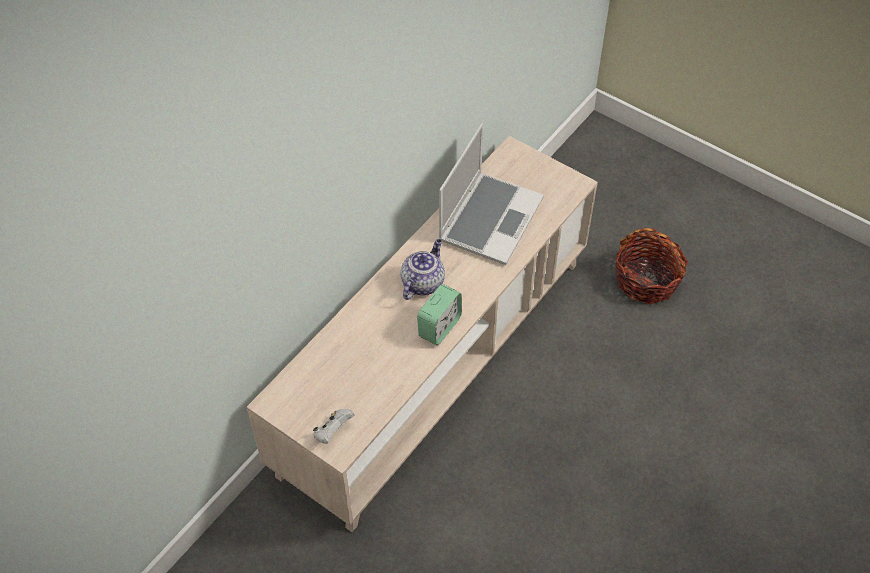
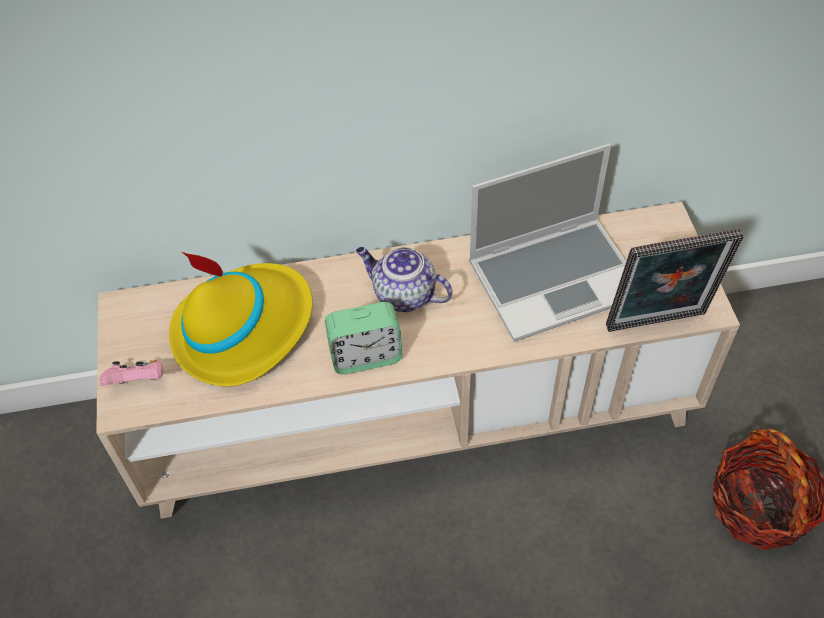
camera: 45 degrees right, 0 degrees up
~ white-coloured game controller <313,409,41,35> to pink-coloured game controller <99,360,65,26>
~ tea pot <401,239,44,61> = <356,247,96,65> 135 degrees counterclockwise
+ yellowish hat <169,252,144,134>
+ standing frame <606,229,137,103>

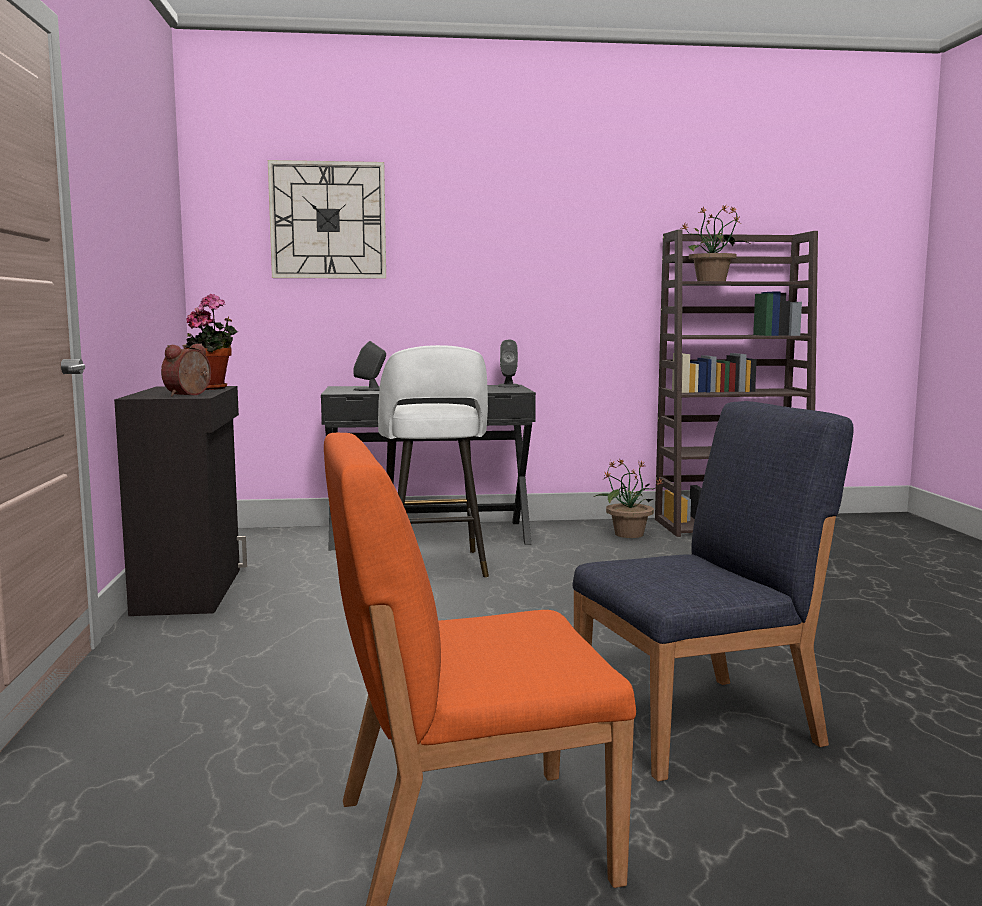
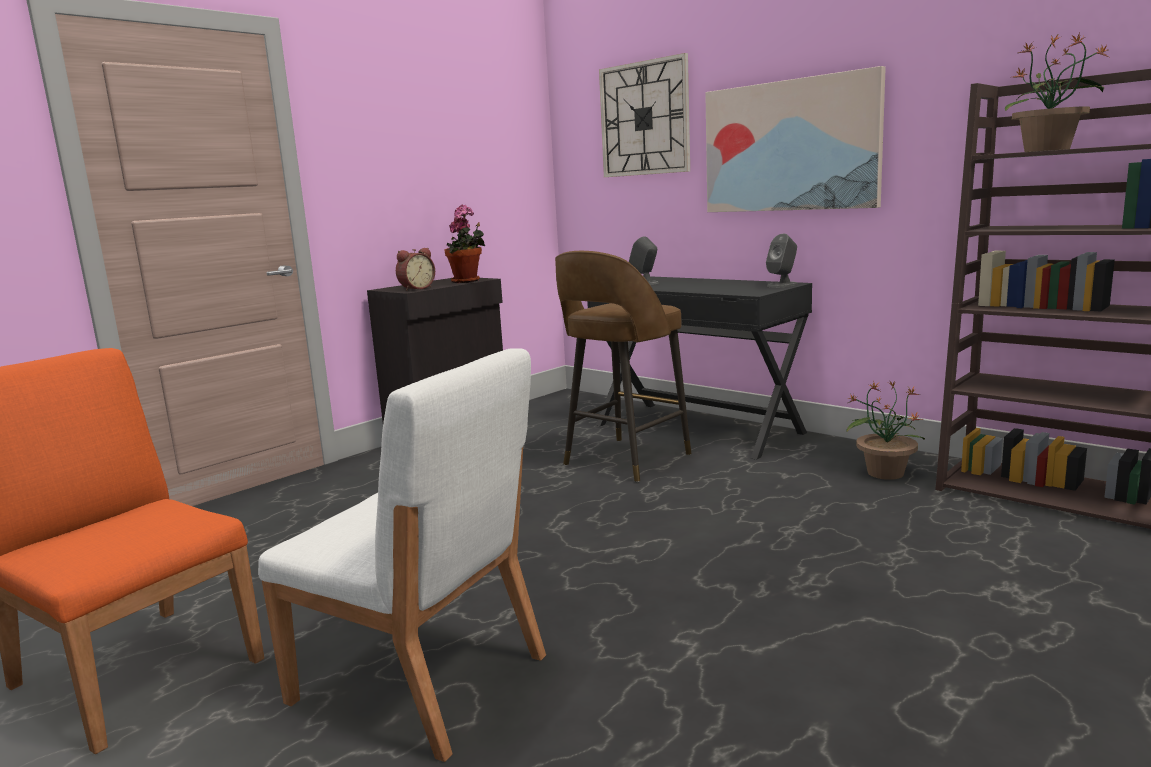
camera: 50 degrees right, 5 degrees up
~ bedside clock <161,344,50,52> = <396,248,39,43> 150 degrees clockwise
~ white-coloured stool seat <378,345,111,233> to brownish stool seat <555,251,136,231>
~ blue-coloured upright chair <573,401,281,381> to white-coloured upright chair <258,349,288,413>
+ picture <705,66,181,146>

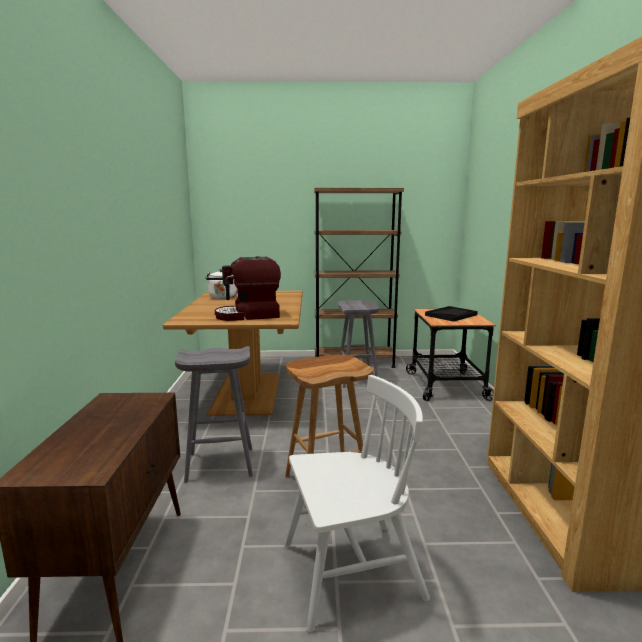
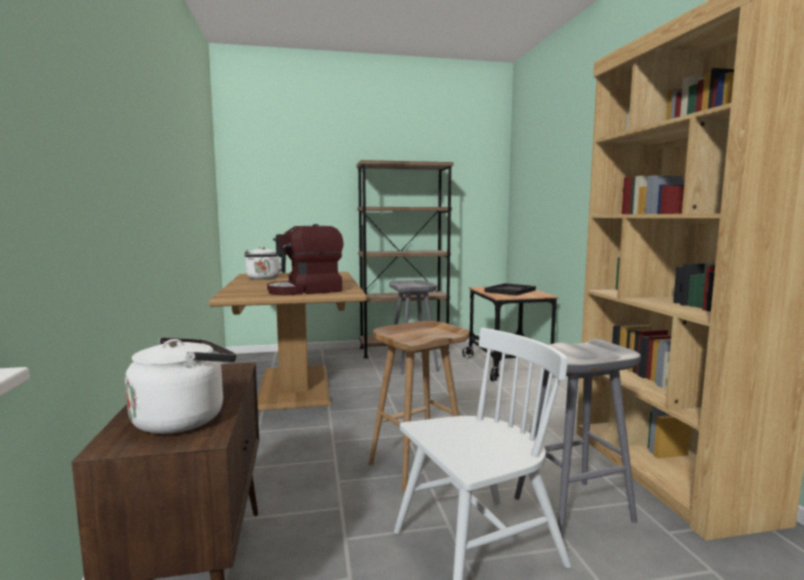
camera: 10 degrees left, 5 degrees down
~ gray stool seat <175,346,78,137> to <514,339,127,199>
+ white-coloured water kettle <125,337,111,97>

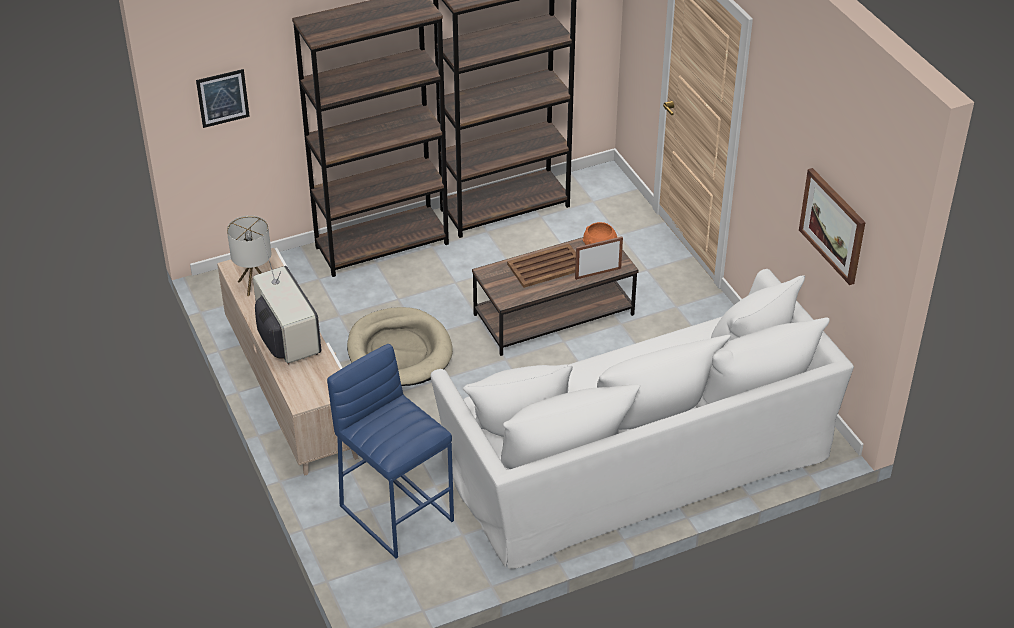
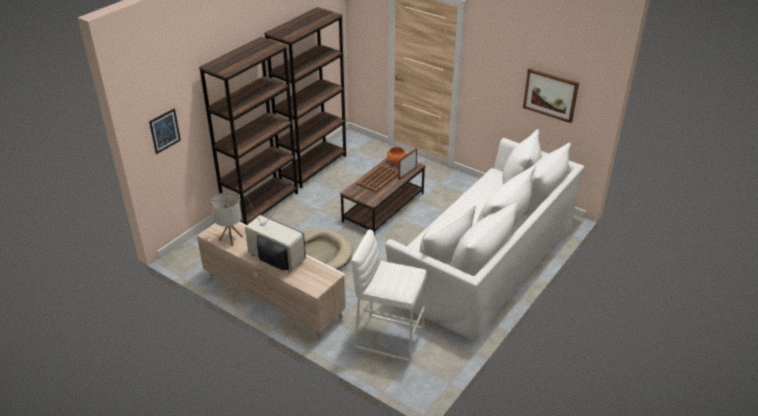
camera: 30 degrees left, 5 degrees down
~ blue-coloured stool seat <327,344,127,214> to white-coloured stool seat <351,229,76,133>

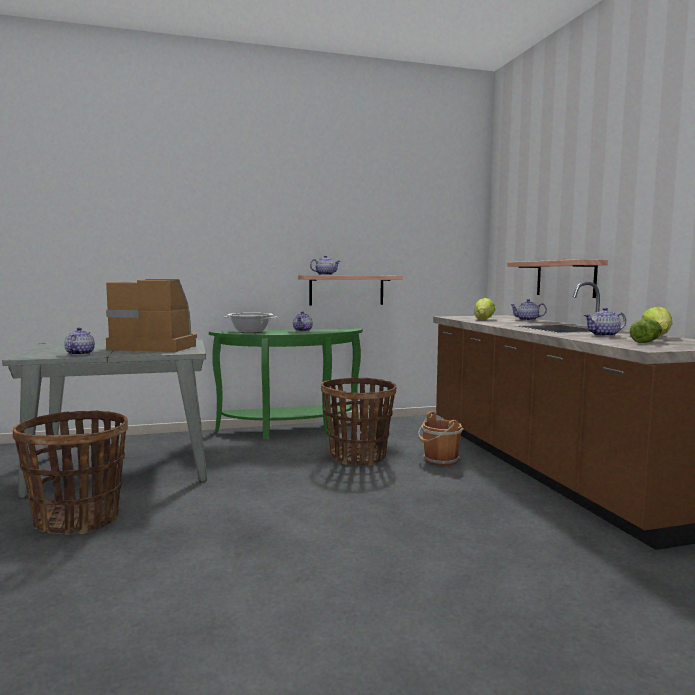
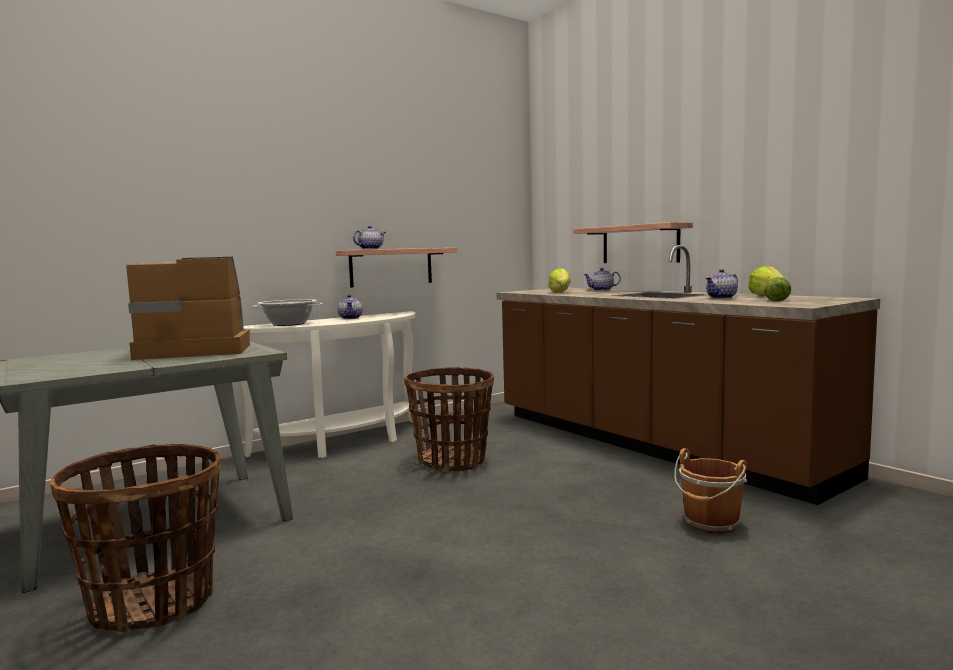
camera: 20 degrees left, 0 degrees up
- tea pot <64,327,31,28>
~ green hall table <209,328,154,112> to white-coloured hall table <239,311,177,147>
~ brownish pail <418,411,46,55> to <674,448,73,86>

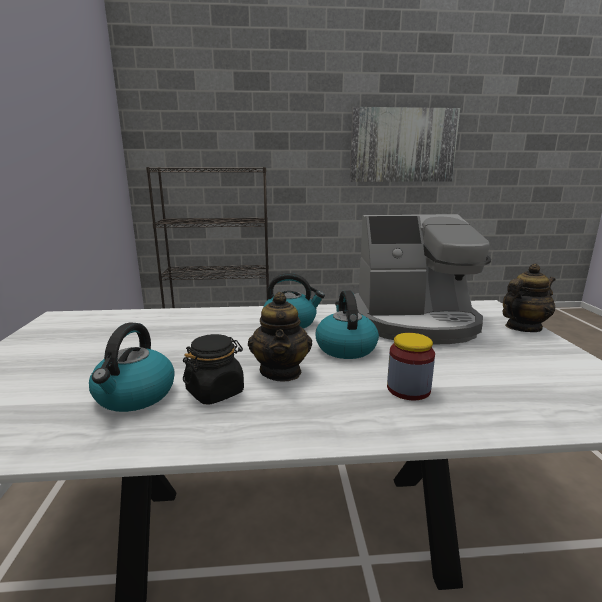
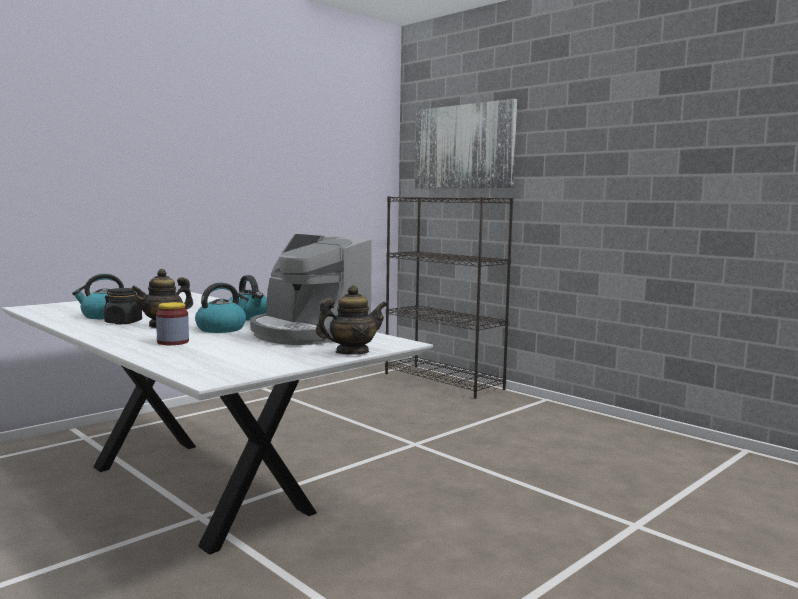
camera: 50 degrees right, 10 degrees down
~ picture <350,107,110,75> to <415,99,102,90>
~ tea pot <503,264,52,68> = <316,285,71,70> 45 degrees counterclockwise

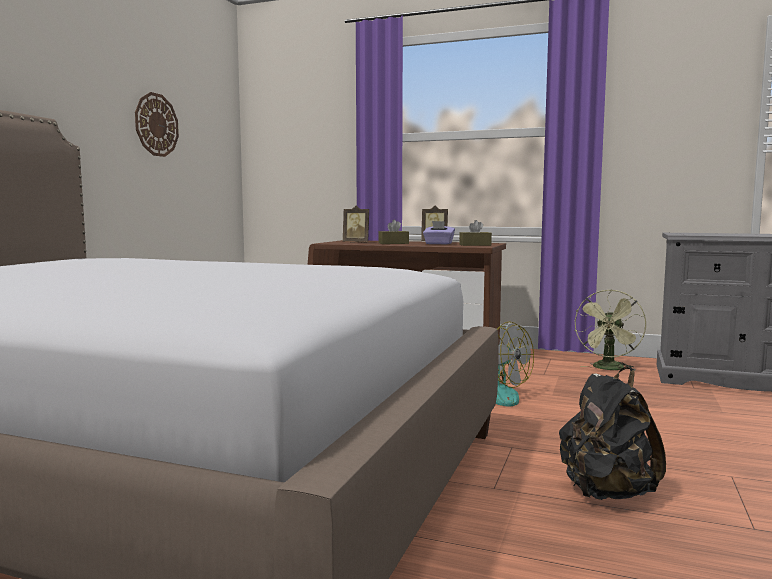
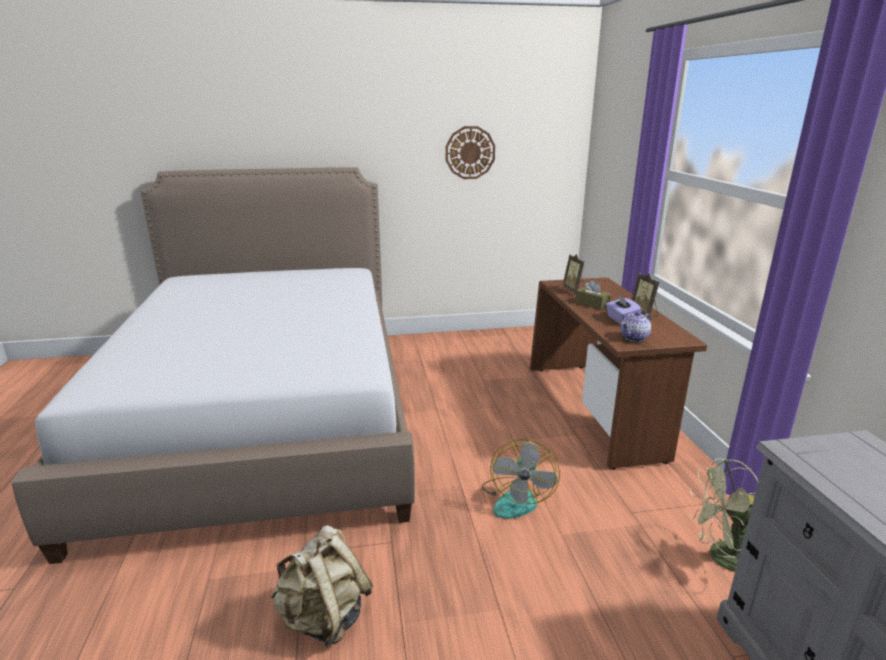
camera: 60 degrees right, 15 degrees up
~ brownish tissue holder <459,220,33,26> to tea pot <620,311,31,31>
~ black knapsack <559,367,107,133> to sand-coloured knapsack <270,525,103,123>

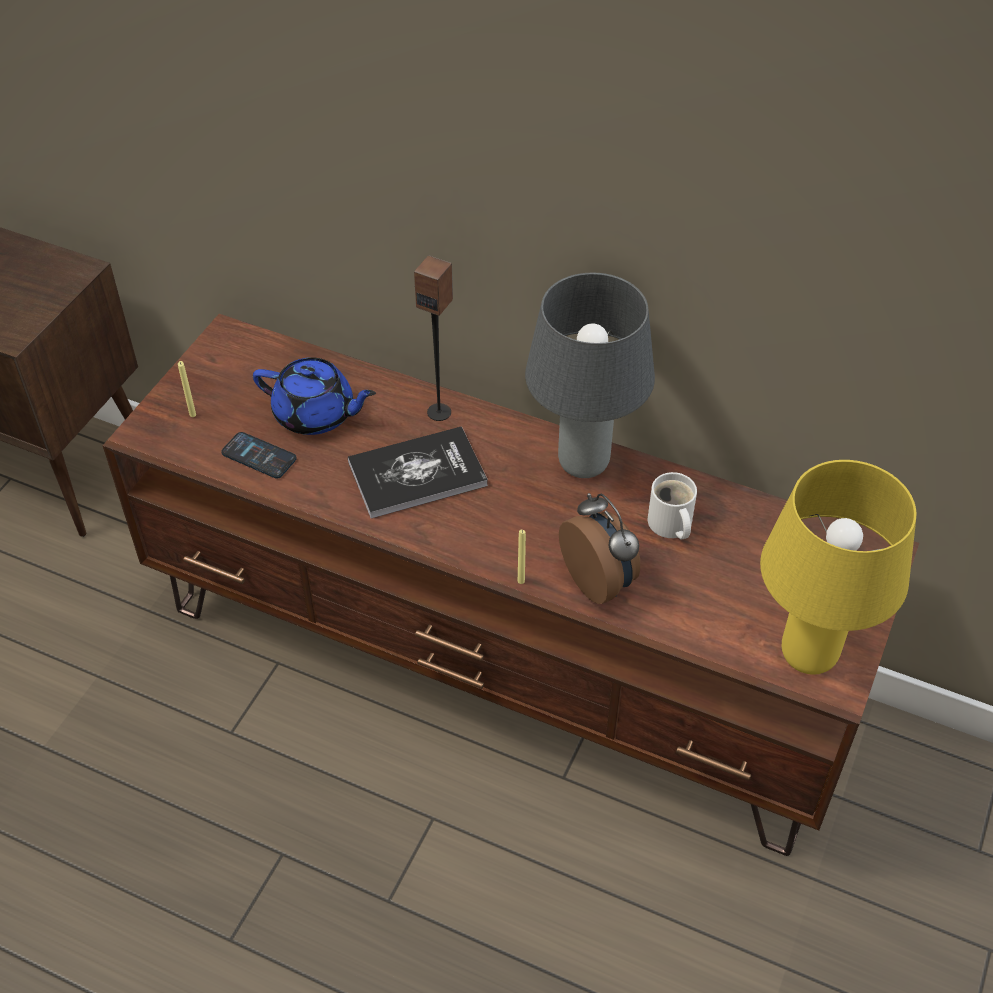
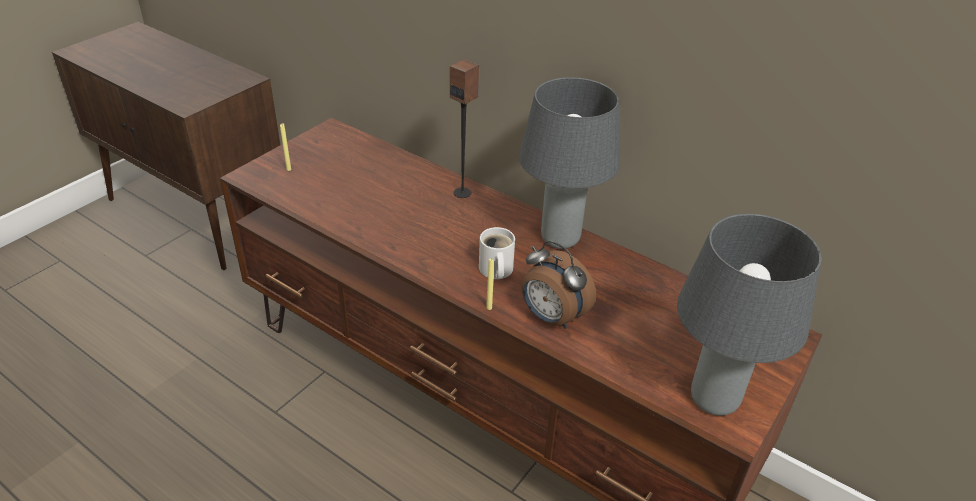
camera: 10 degrees right, 10 degrees down
- phone <221,432,76,47>
- blue-coloured tea pot <253,357,123,78>
- bound book <348,426,140,92>
~ bedside clock <559,493,81,111> = <521,241,75,88> 150 degrees clockwise
~ white-coloured tea mug <648,472,49,68> to <479,227,36,52>
~ yellowish table lamp <760,460,156,215> to gray table lamp <677,214,145,202>

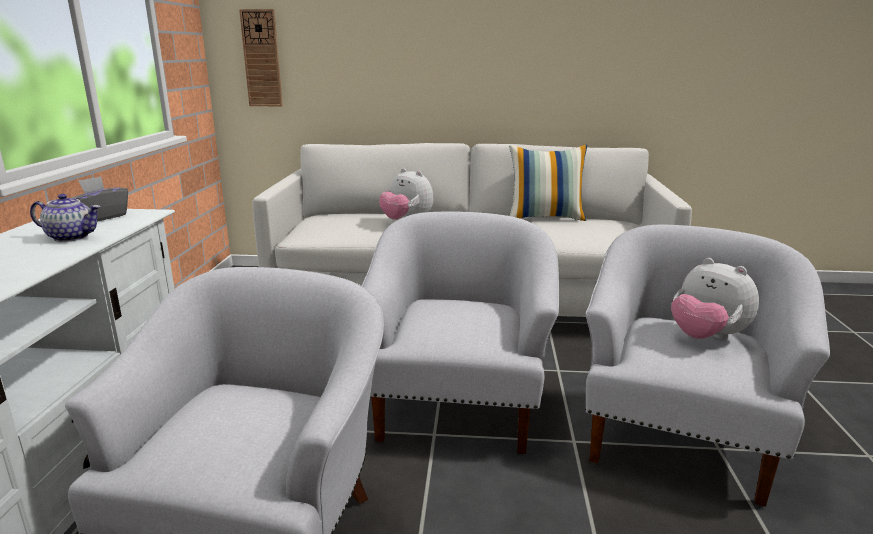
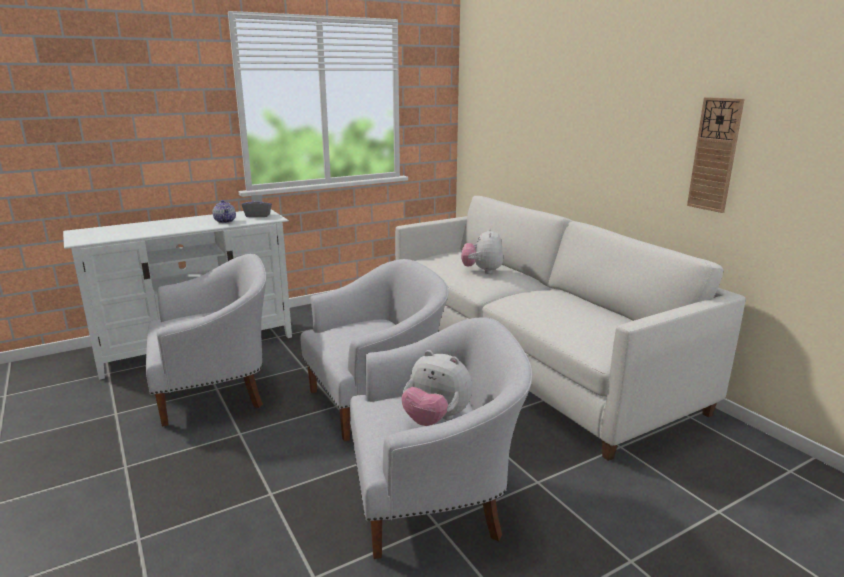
camera: 55 degrees right, 0 degrees up
~ wall clock <239,9,44,97> to <687,97,58,116>
- pillow <509,145,78,76>
~ soft toy <671,258,88,82> = <401,350,71,76> 75 degrees counterclockwise

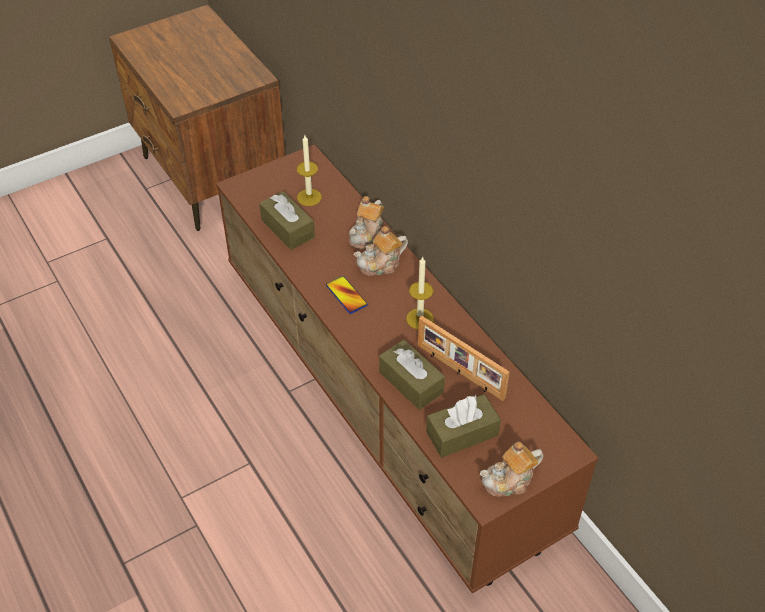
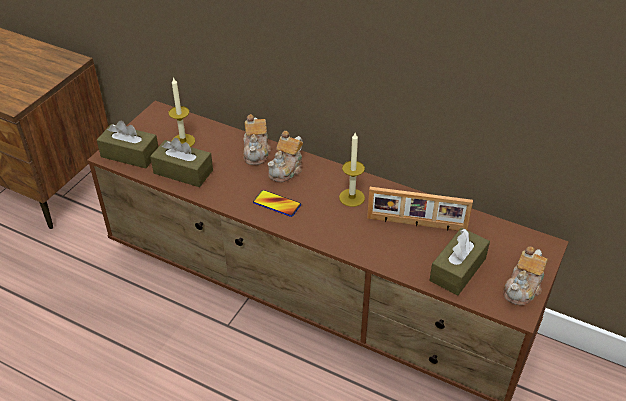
camera: 30 degrees left, 5 degrees down
~ brownish tissue holder <379,340,66,70> to <97,120,61,48>

